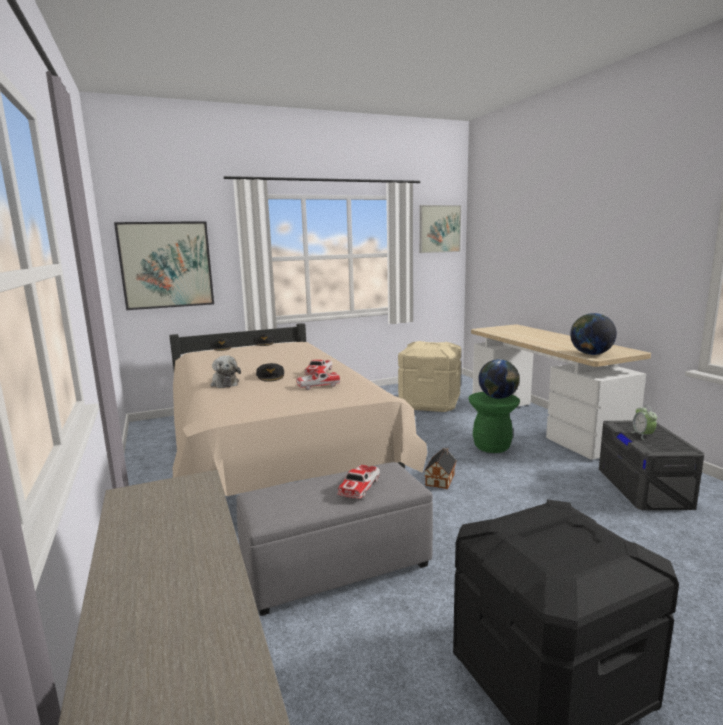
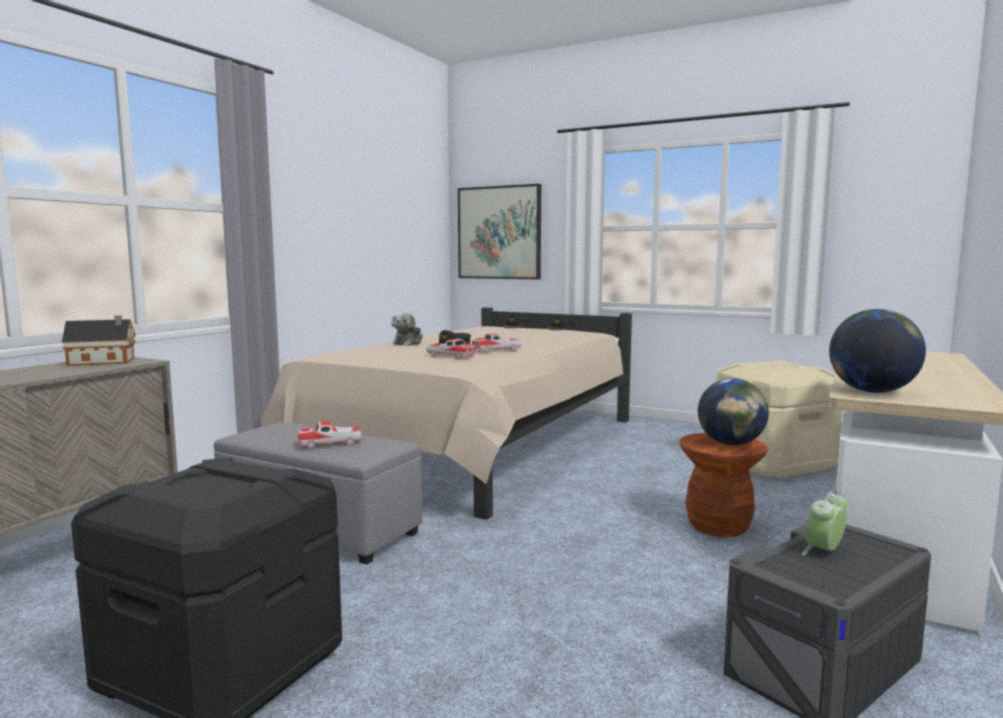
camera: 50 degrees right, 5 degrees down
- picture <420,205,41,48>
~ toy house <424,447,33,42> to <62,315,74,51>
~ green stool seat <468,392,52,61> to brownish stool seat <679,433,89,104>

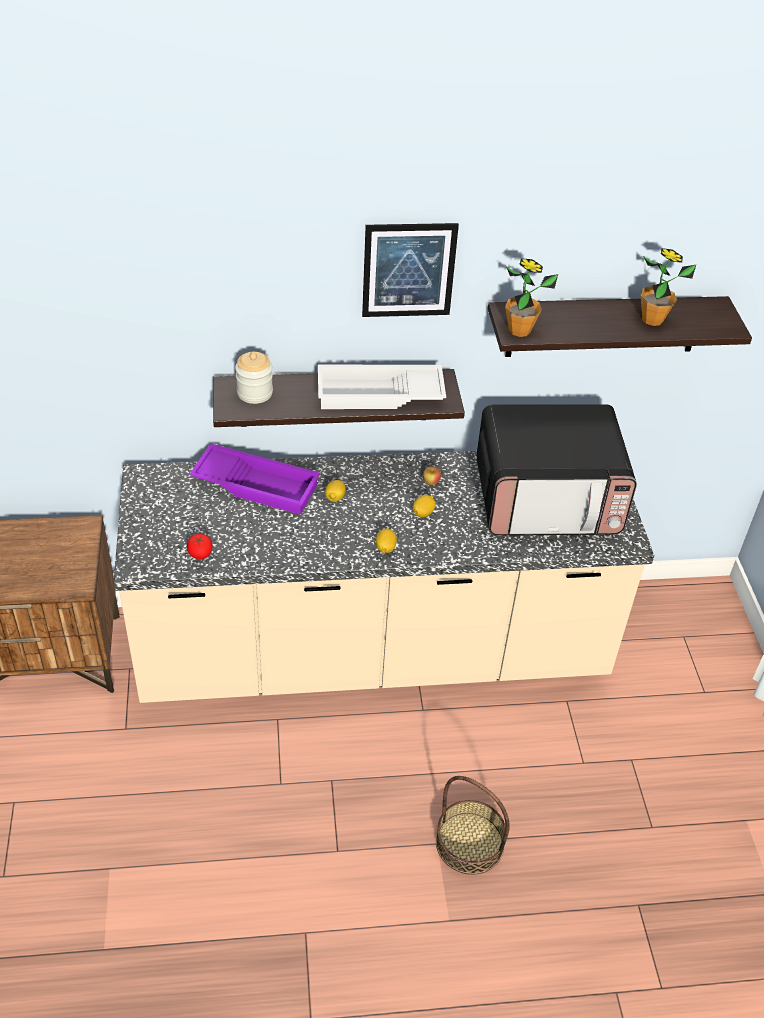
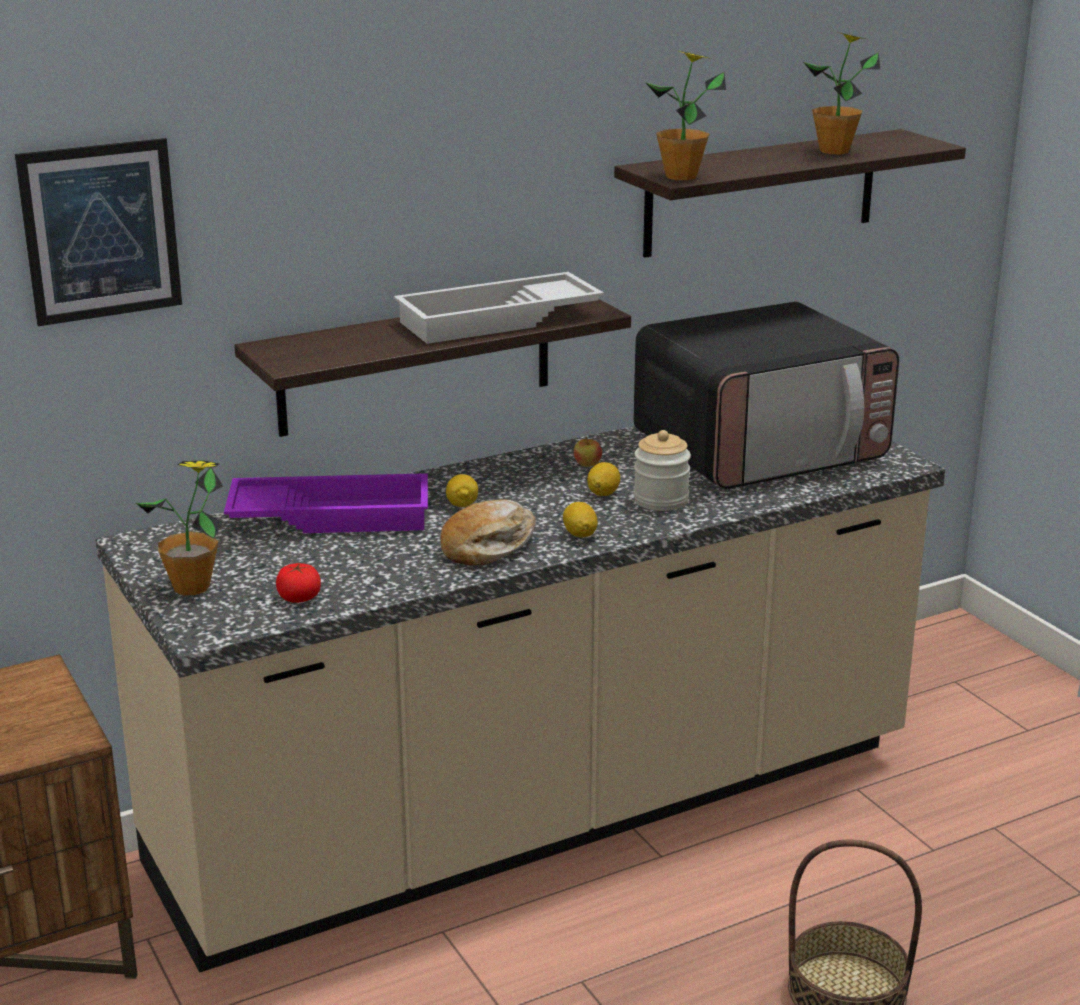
camera: 20 degrees left, 20 degrees down
~ preserve jar <235,352,38,52> to <633,430,58,81>
~ picture <362,223,97,94> to <15,138,167,188>
+ plant in a pot <136,461,87,134>
+ bread <440,499,96,66>

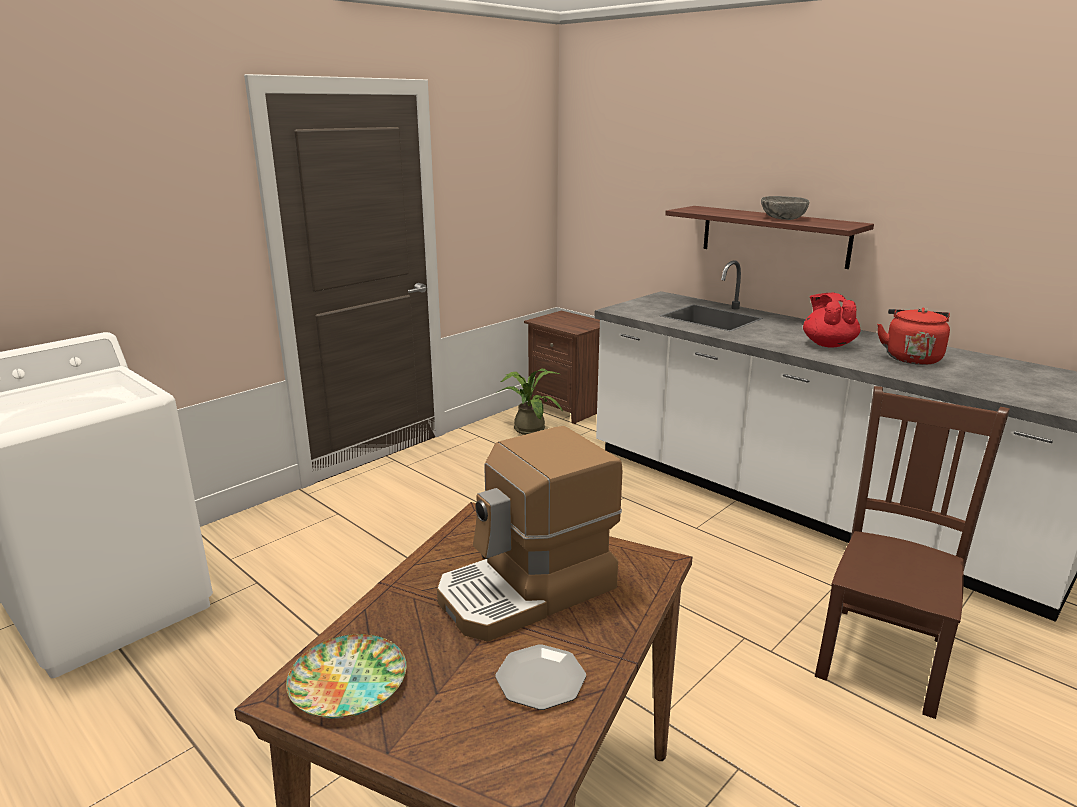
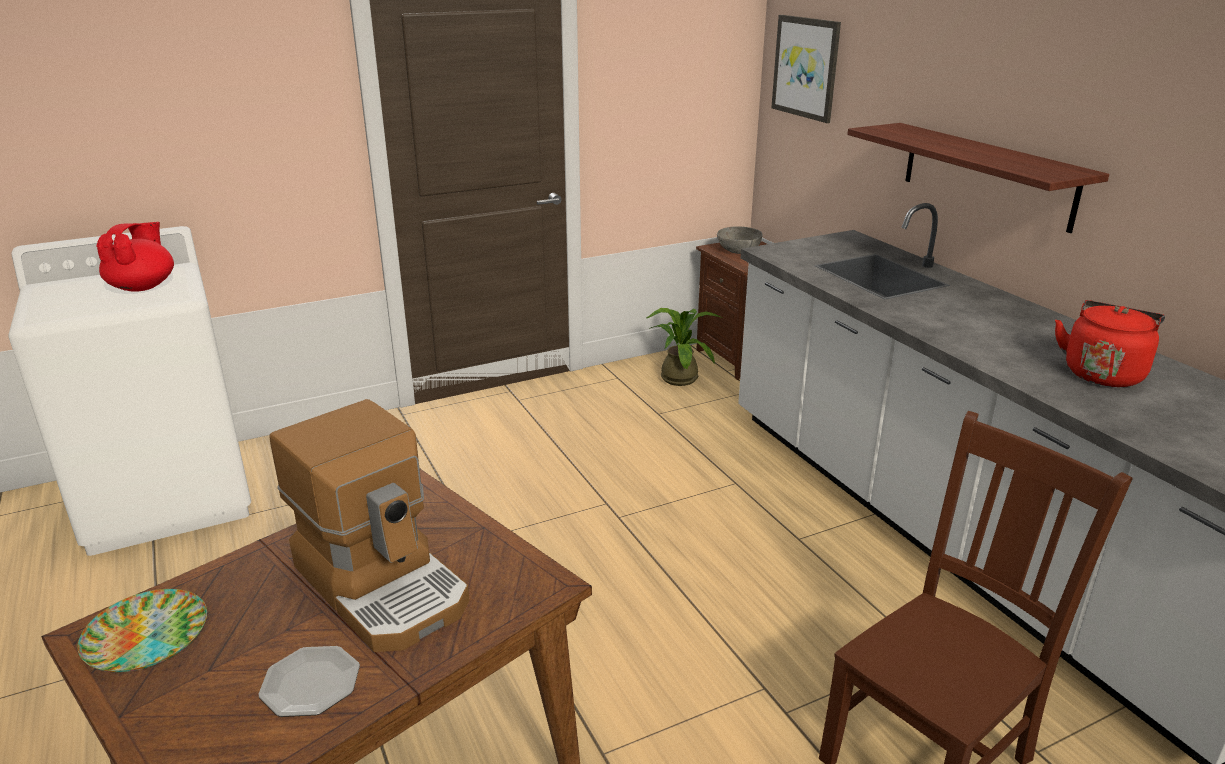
camera: 20 degrees right, 5 degrees up
~ coffee maker <437,426,185,216> = <269,399,200,253> 120 degrees counterclockwise
~ gray deep dish <761,196,49,24> to <717,226,46,28>
~ red-coloured tea pot <803,293,57,54> to <96,222,78,70>
+ picture <771,15,70,108>

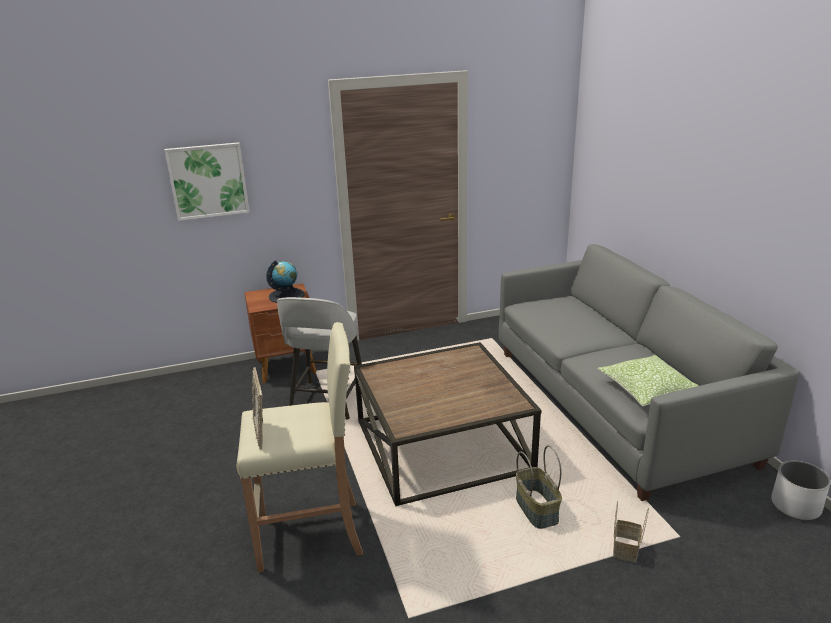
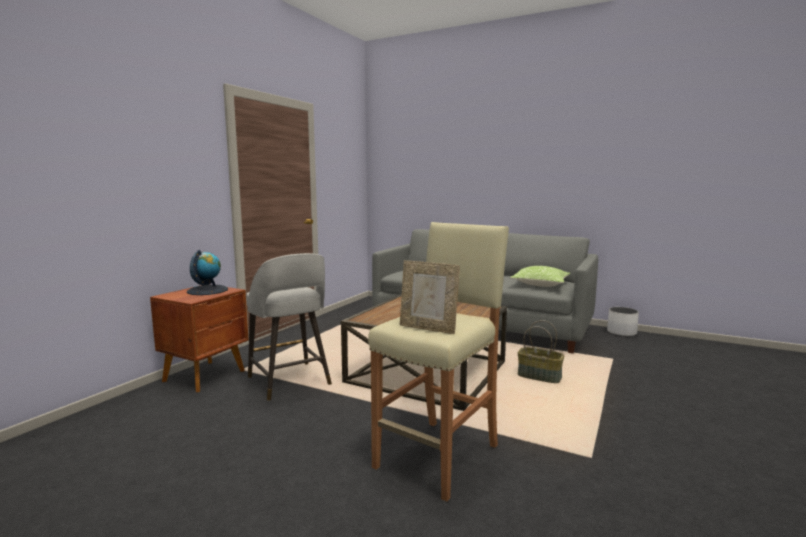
camera: 45 degrees left, 15 degrees down
- picture <165,142,85,79>
- household basket <613,501,36,61>

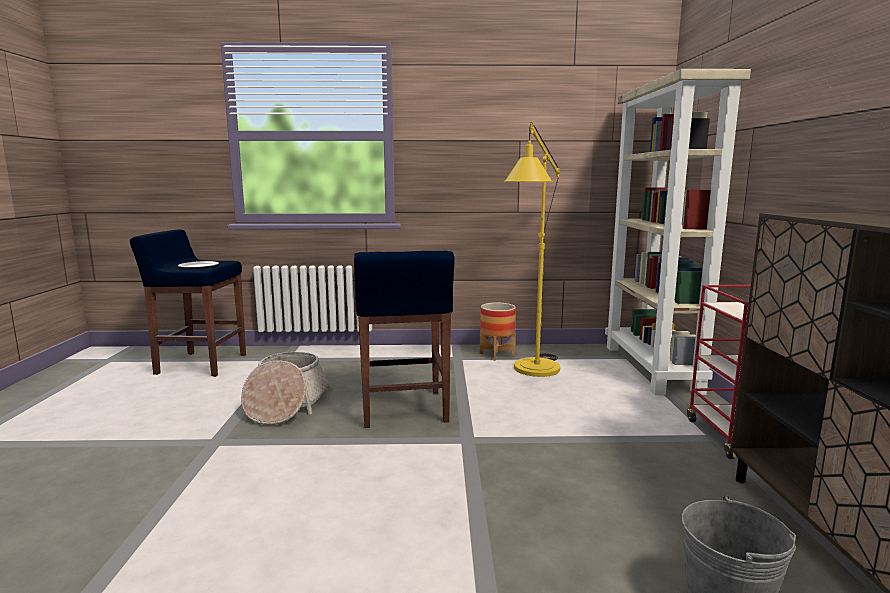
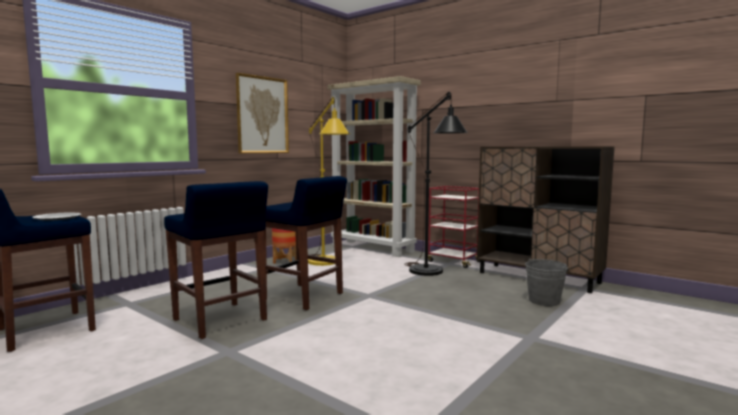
camera: 50 degrees left, 5 degrees down
~ household basket <241,352,91,73> to blue-coloured stool seat <164,181,104,158>
+ picture <236,73,53,80>
+ black standing lamp <404,92,64,184>

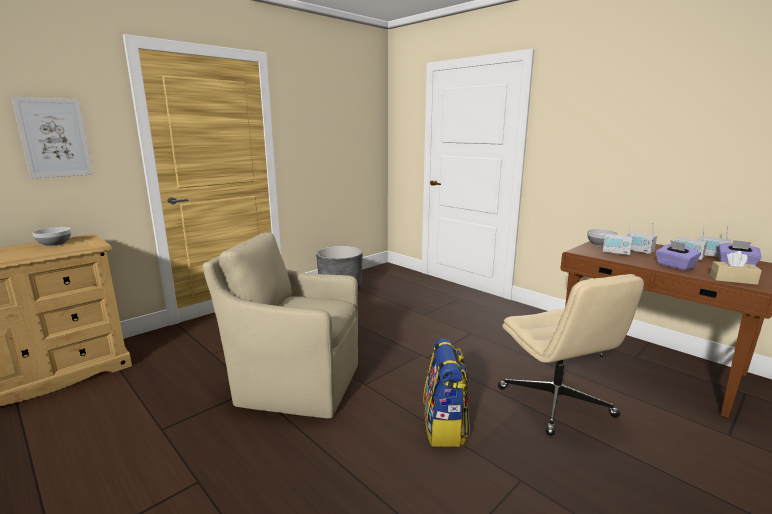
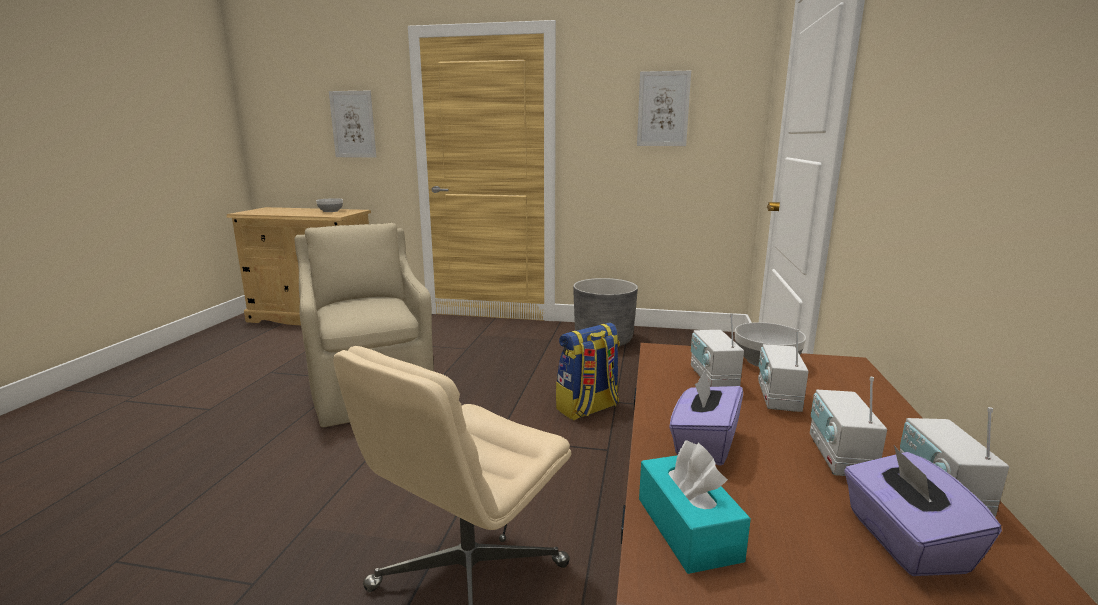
camera: 55 degrees right, 0 degrees up
~ knapsack <423,339,47,108> to <556,323,64,98>
~ sand-coloured tissue holder <710,251,52,34> to blue-green tissue holder <639,440,112,134>
+ picture <637,71,54,75>

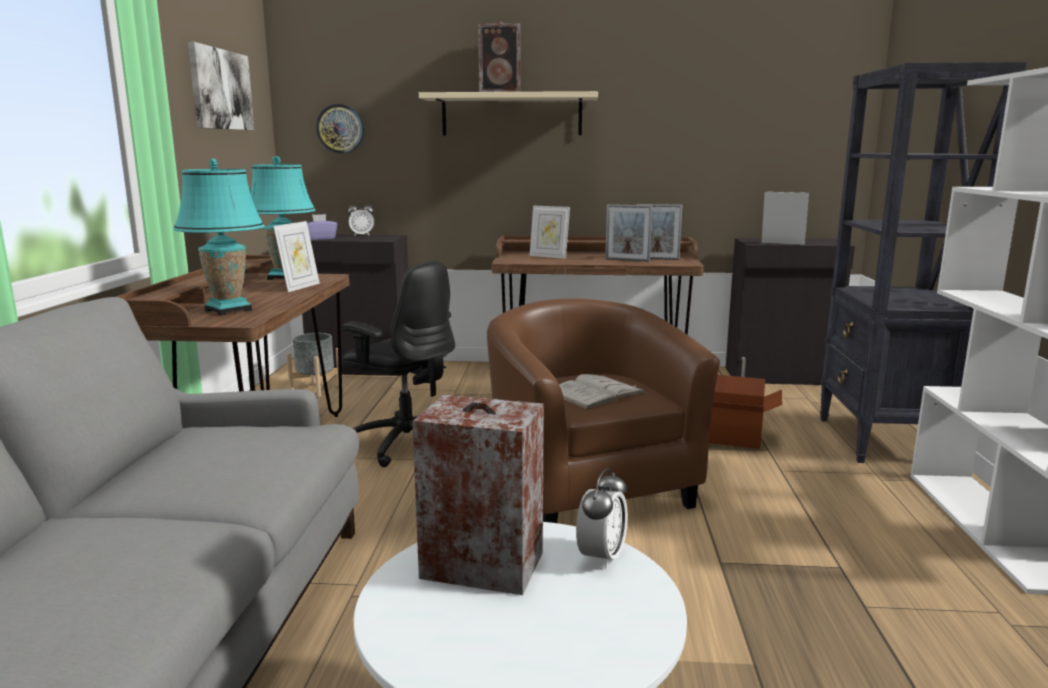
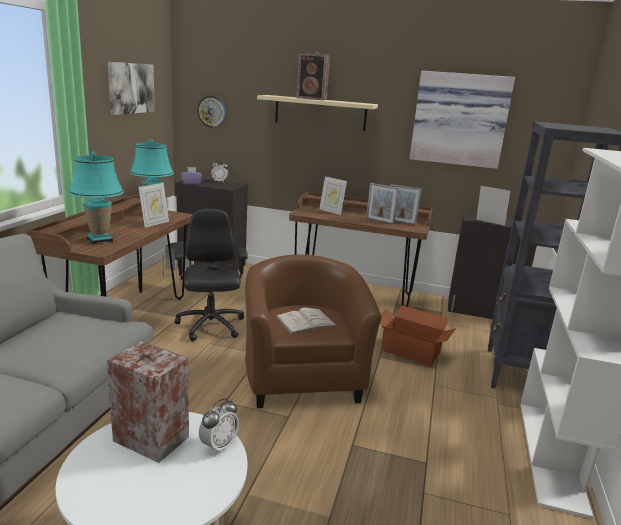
camera: 10 degrees right, 5 degrees up
~ black desk chair <342,261,113,206> = <175,209,73,132> 150 degrees counterclockwise
+ picture <410,71,105,98>

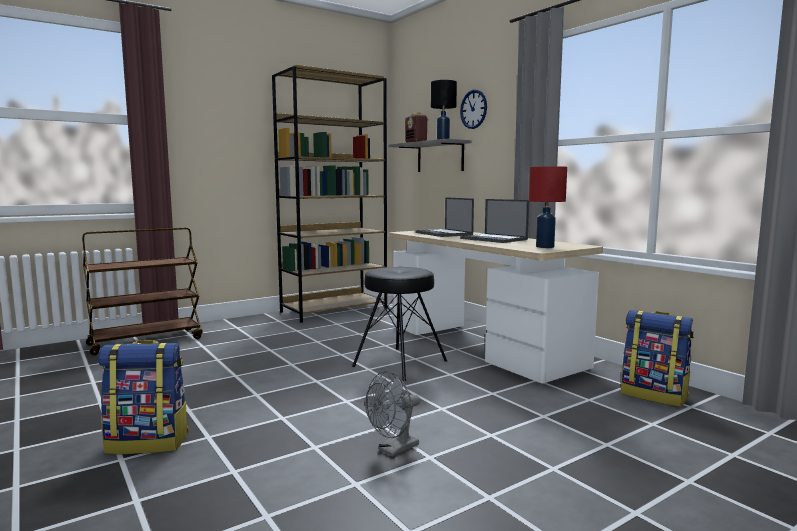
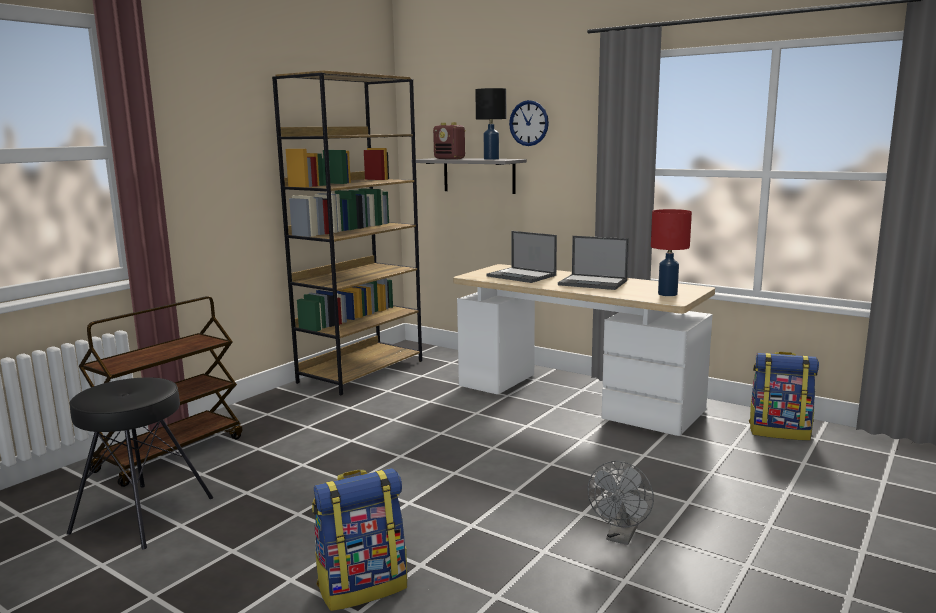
camera: 20 degrees left, 5 degrees up
~ black stool seat <352,267,95,114> to <67,378,146,171>

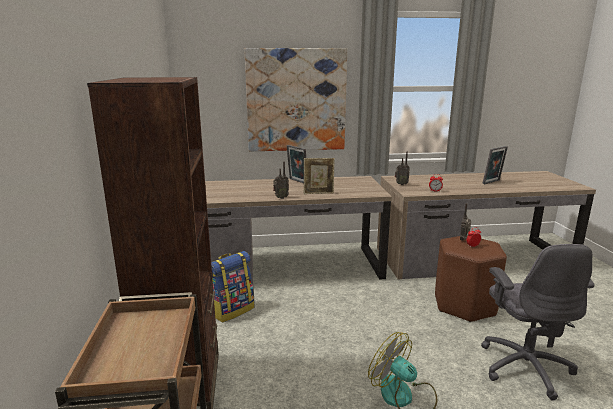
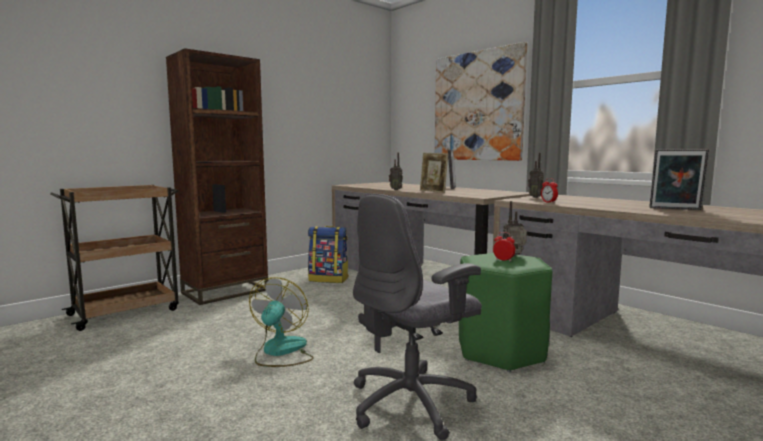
camera: 55 degrees right, 10 degrees down
~ brownish stool seat <435,235,72,87> to green stool seat <459,253,93,119>

